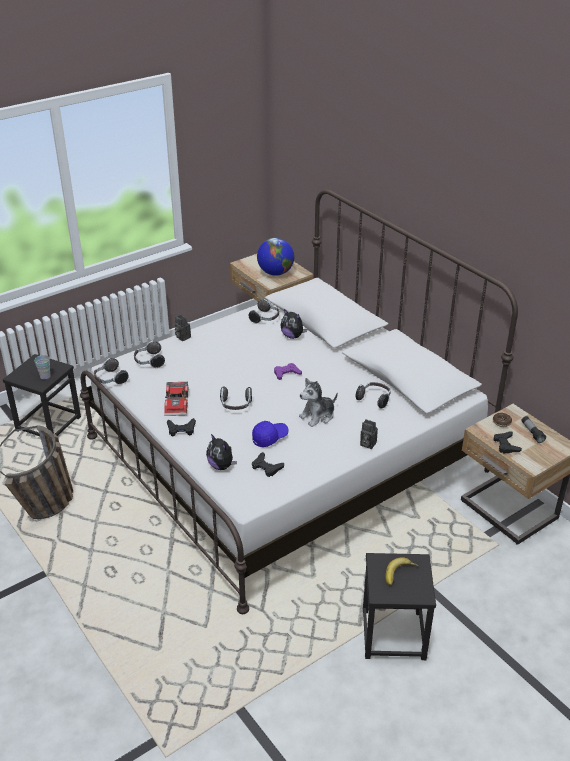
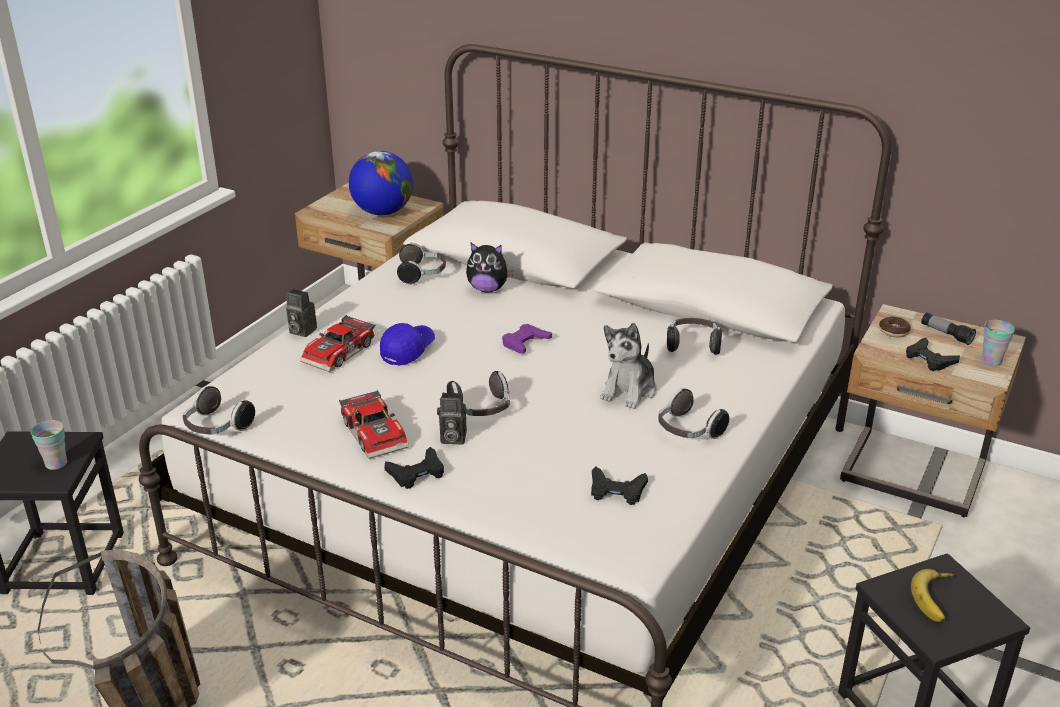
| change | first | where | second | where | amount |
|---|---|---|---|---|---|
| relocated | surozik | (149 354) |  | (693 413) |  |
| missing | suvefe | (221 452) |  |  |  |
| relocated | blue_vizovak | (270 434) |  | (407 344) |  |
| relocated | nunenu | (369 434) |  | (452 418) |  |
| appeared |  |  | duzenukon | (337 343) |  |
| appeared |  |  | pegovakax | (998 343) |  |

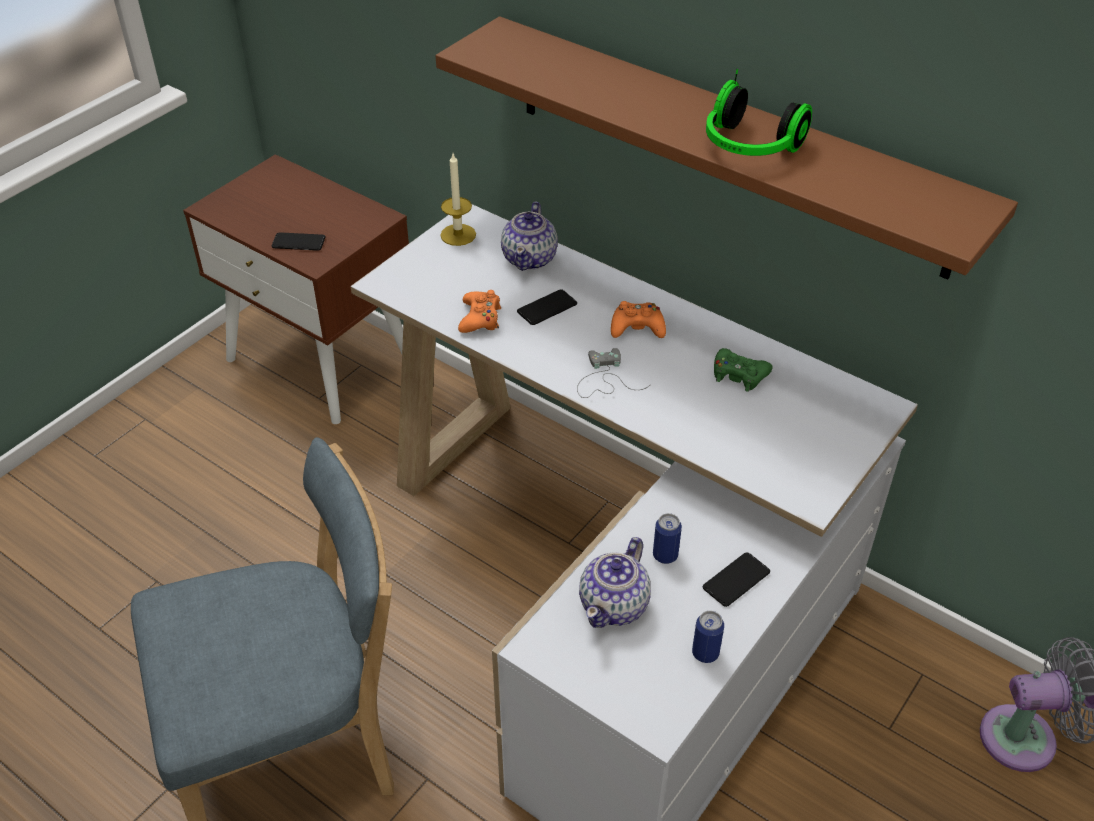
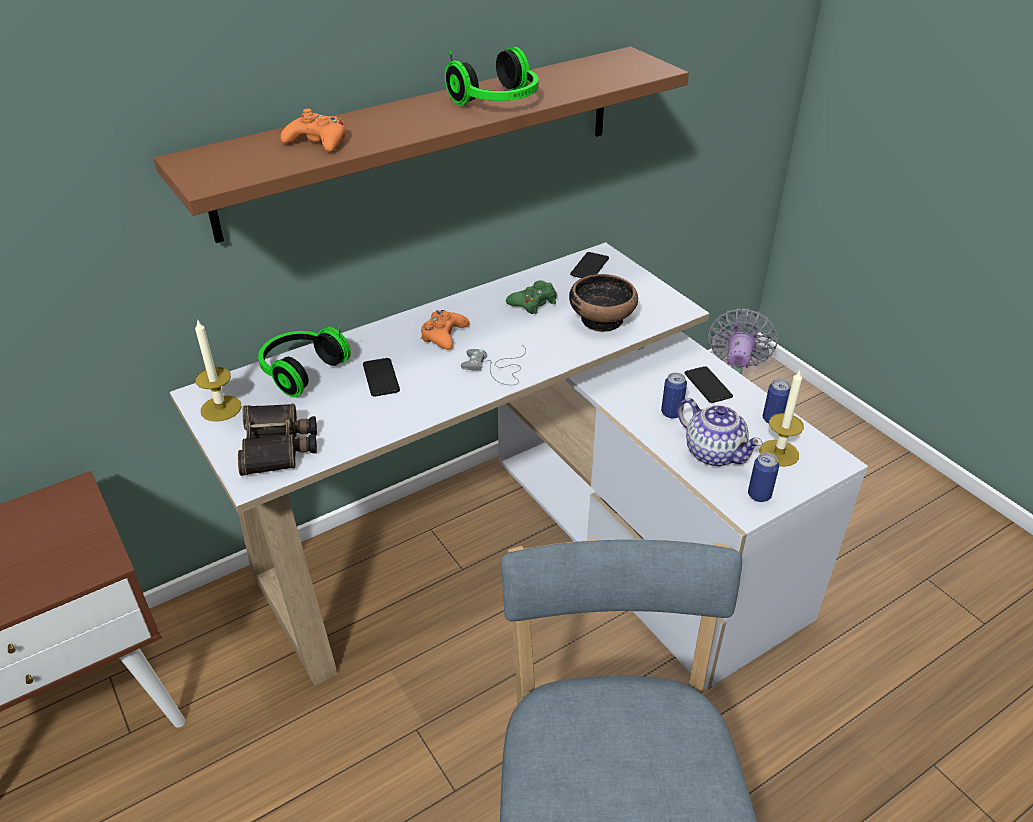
| change | first | where | second | where | amount |
|---|---|---|---|---|---|
| relocated | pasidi | (298 241) |  | (589 265) |  |
| relocated | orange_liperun | (479 311) |  | (313 130) |  |
| exchanged | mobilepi | (529 236) | surozik | (304 361) |  |
| appeared |  |  | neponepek | (277 439) |  |
| appeared |  |  | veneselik | (603 303) |  |
| appeared |  |  | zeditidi | (763 477) |  |
| appeared |  |  | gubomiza | (782 418) |  |

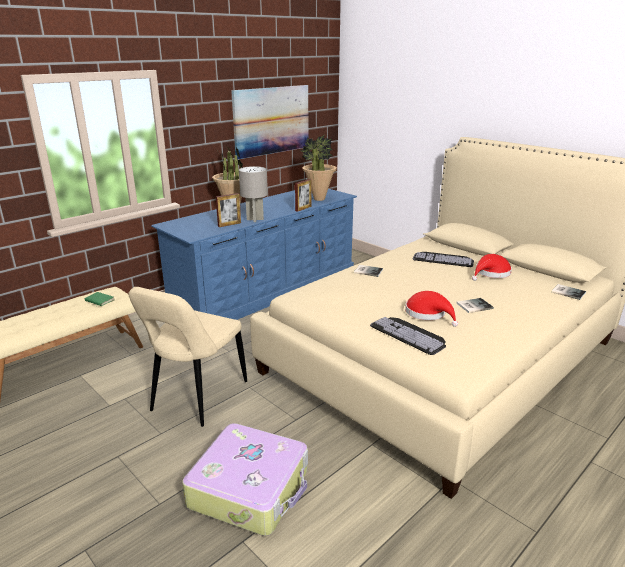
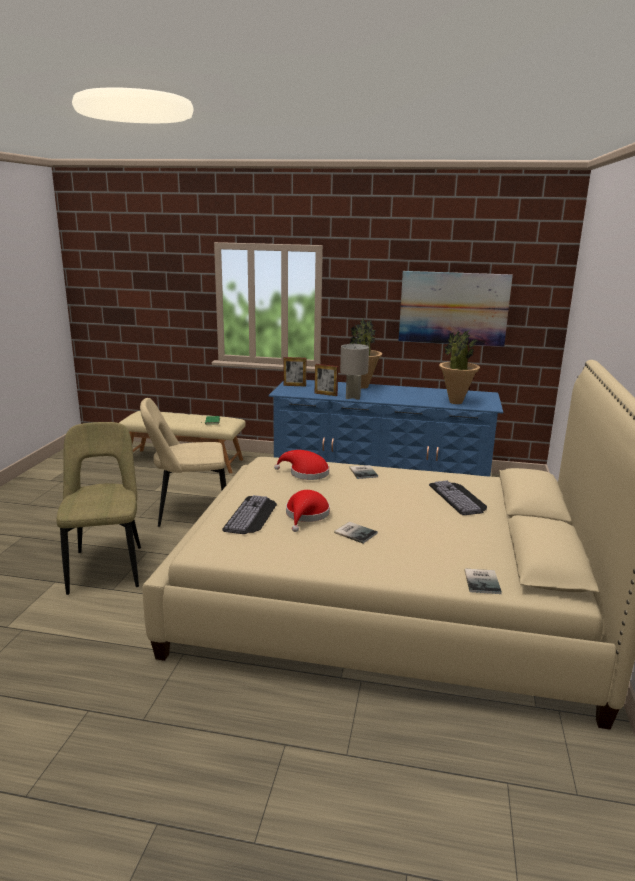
| change | first | where | second | where | amount |
|---|---|---|---|---|---|
| exchanged | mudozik | (245 479) | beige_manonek | (98 508) |  |
| relocated | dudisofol | (303 195) |  | (295 372) |  |
| relocated | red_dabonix | (492 267) |  | (301 465) |  |

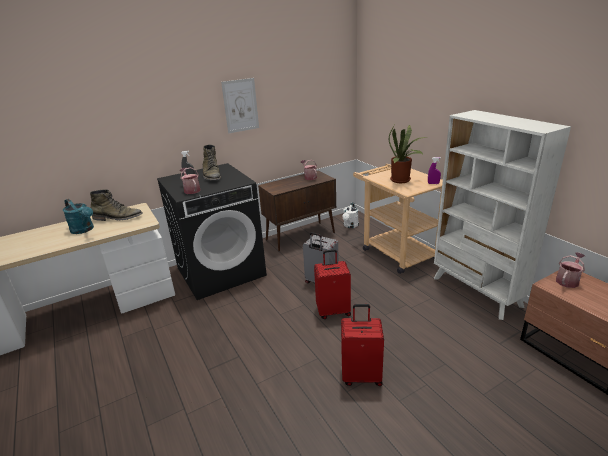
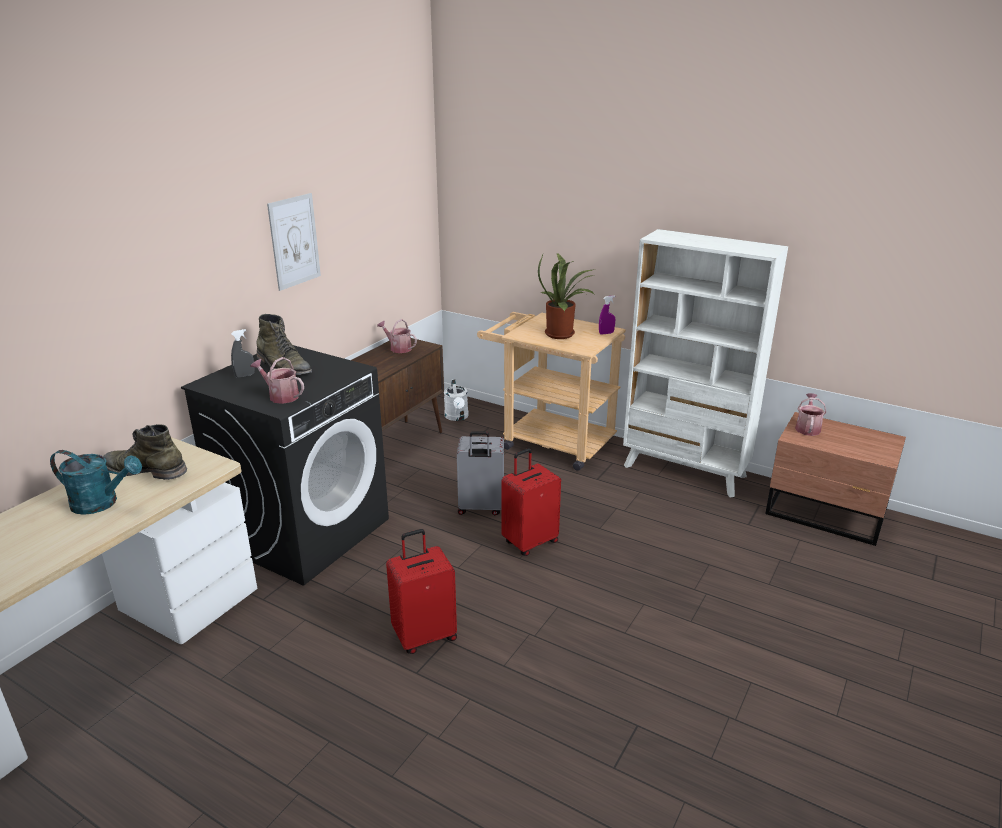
| change | first | where | second | where | amount |
|---|---|---|---|---|---|
| spun | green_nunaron | (116 205) |  | (145 452) | 135 degrees counterclockwise |
| relocated | red_mudozik | (362 345) |  | (421 591) |  |

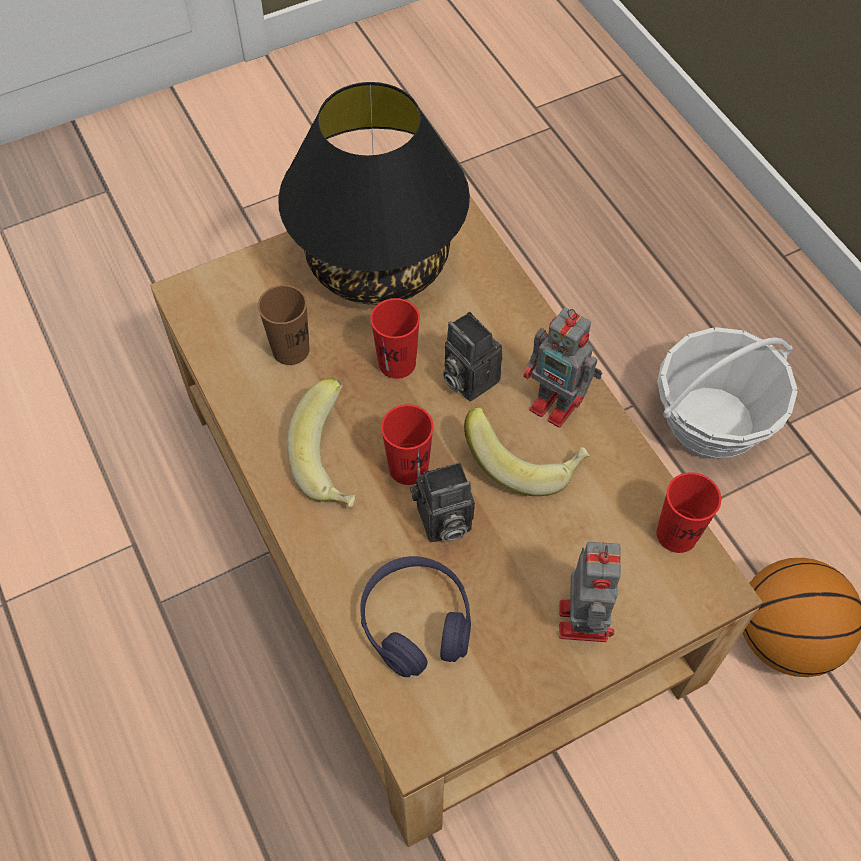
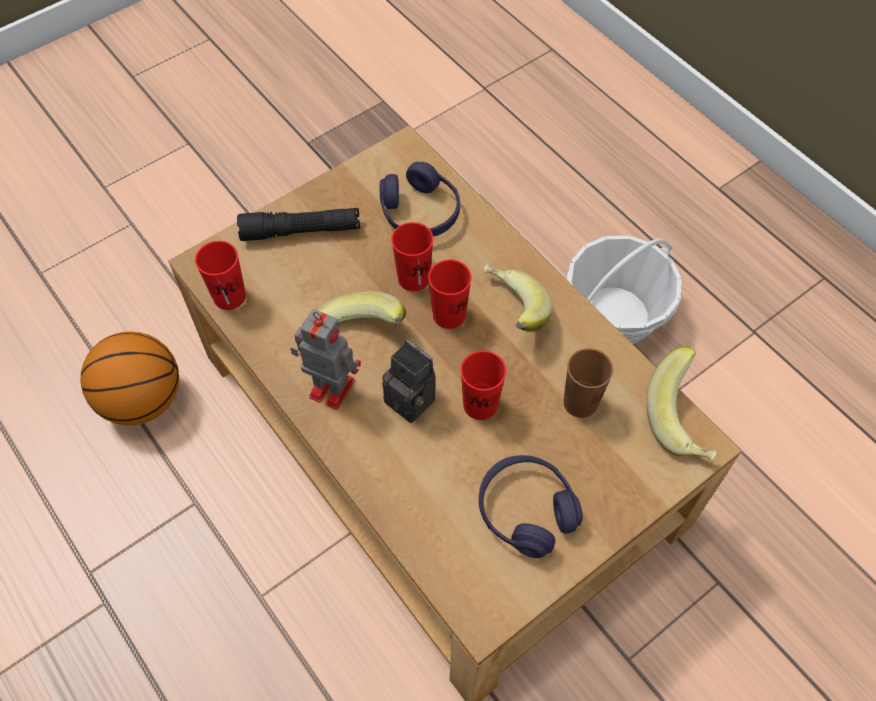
| change | first | where | second | where | amount |
|---|---|---|---|---|---|
| exchanged | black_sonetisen | (374 193) | purple_surozik | (531 506) |  |
| exchanged | nunenu | (442 502) | red_pegovakax | (412 256) |  |
| exchanged | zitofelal | (590 592) | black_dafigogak | (298 224) |  |
| relocated | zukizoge | (727 393) |  | (624 290) |  |
| appeared |  |  | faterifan | (681 403) |  |

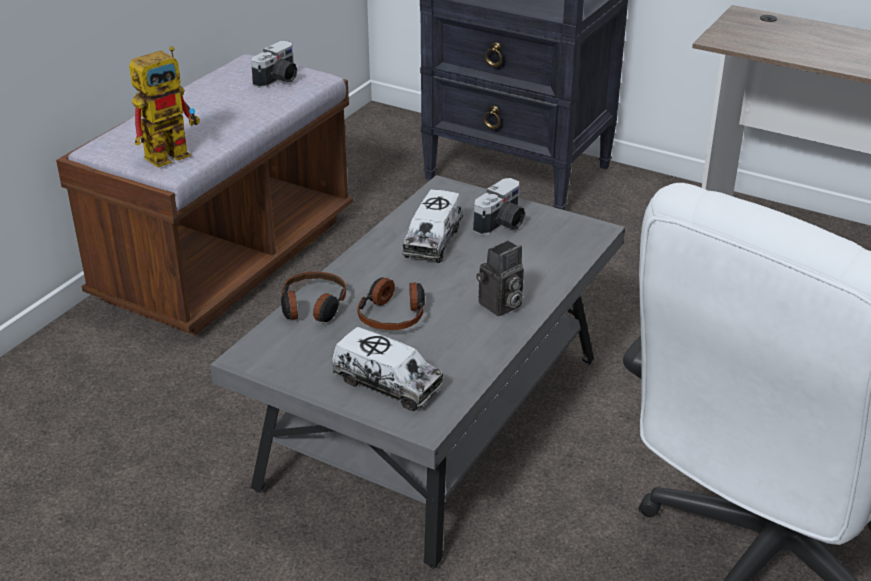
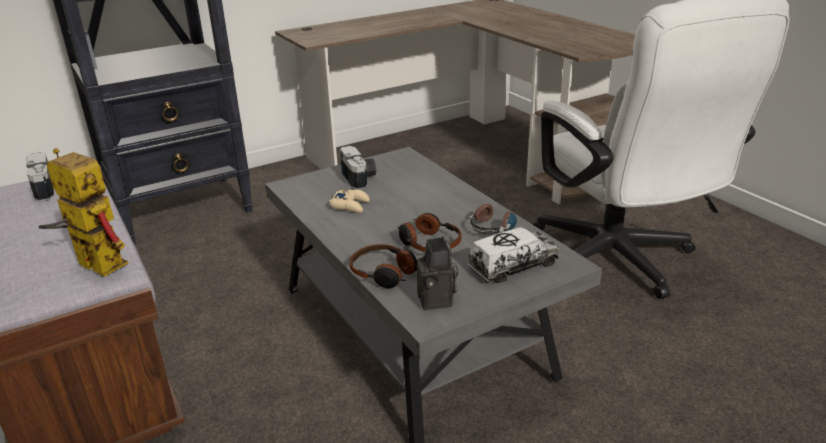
| change | first | where | second | where | amount |
|---|---|---|---|---|---|
| spun | zitofelal | (164 106) |  | (83 212) | 45 degrees counterclockwise |
| exchanged | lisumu | (432 226) | beige_liperun | (349 201) |  |
| relocated | nunenu | (500 278) |  | (437 272) |  |
| appeared |  |  | surozik | (493 218) |  |

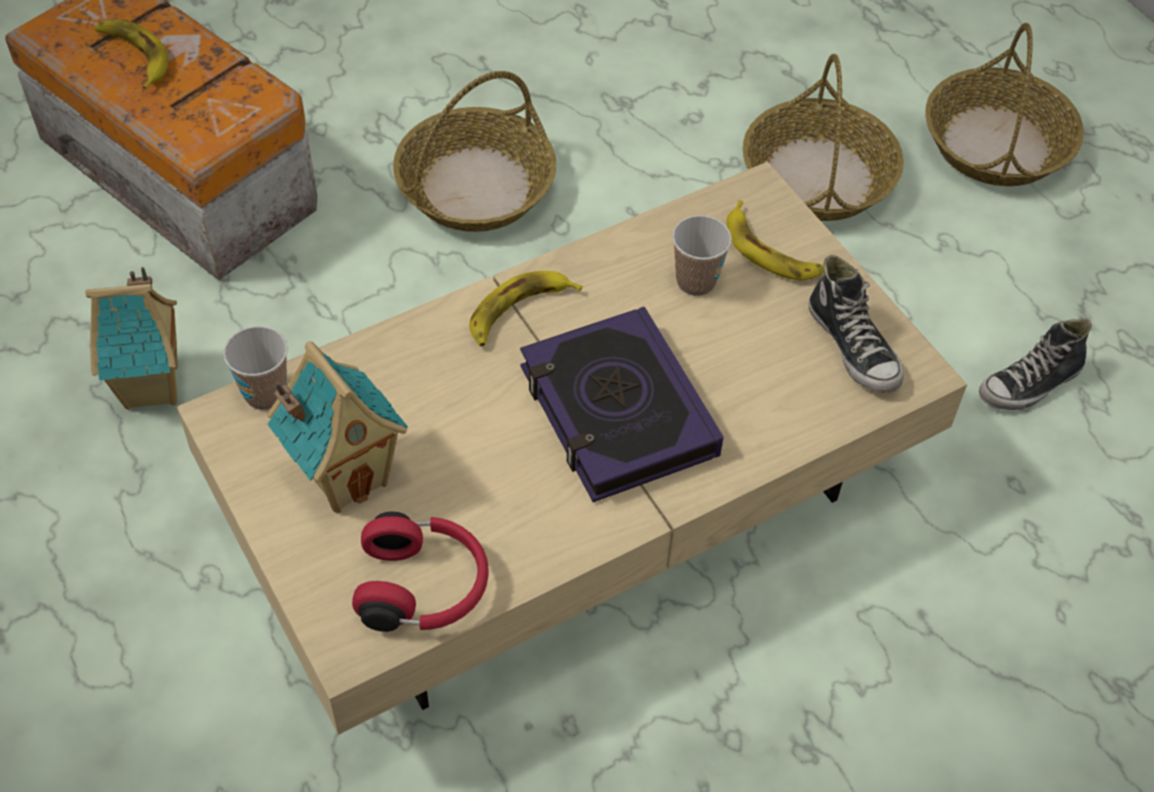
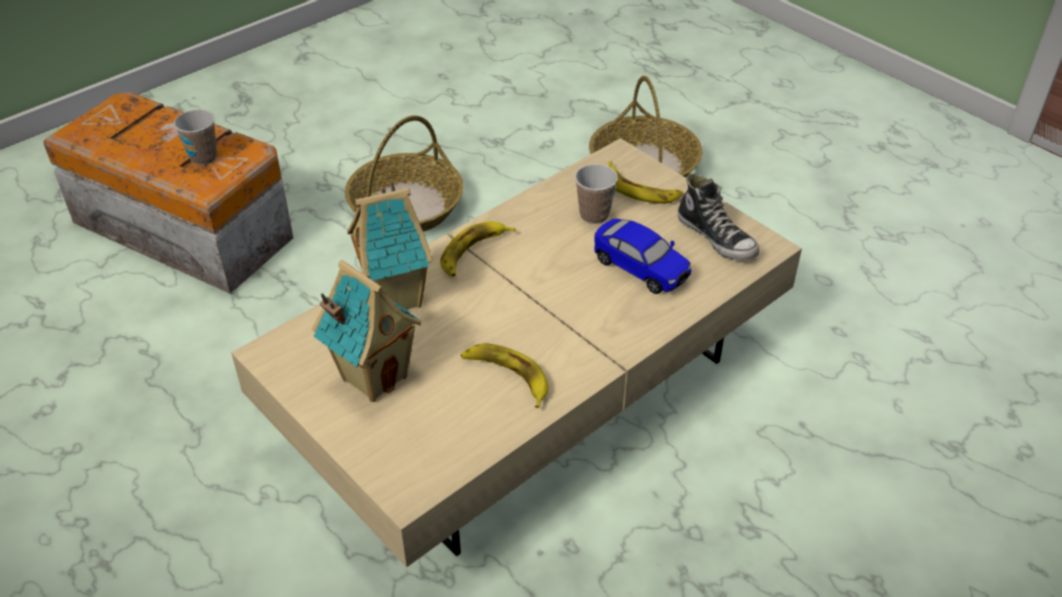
| change | first | where | second | where | amount |
|---|---|---|---|---|---|
| relocated | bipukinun | (131 338) |  | (390 245) |  |
| relocated | faterifan | (131 54) |  | (504 375) |  |
| relocated | pegovakax | (255 368) |  | (195 137) |  |
| missing | red_surozik | (420 571) |  |  |  |
| missing | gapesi | (622 404) |  |  |  |
| missing | zukizoge | (1004 104) |  |  |  |
| missing | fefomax | (1035 364) |  |  |  |
| appeared |  |  | duzenukon | (642 256) |  |

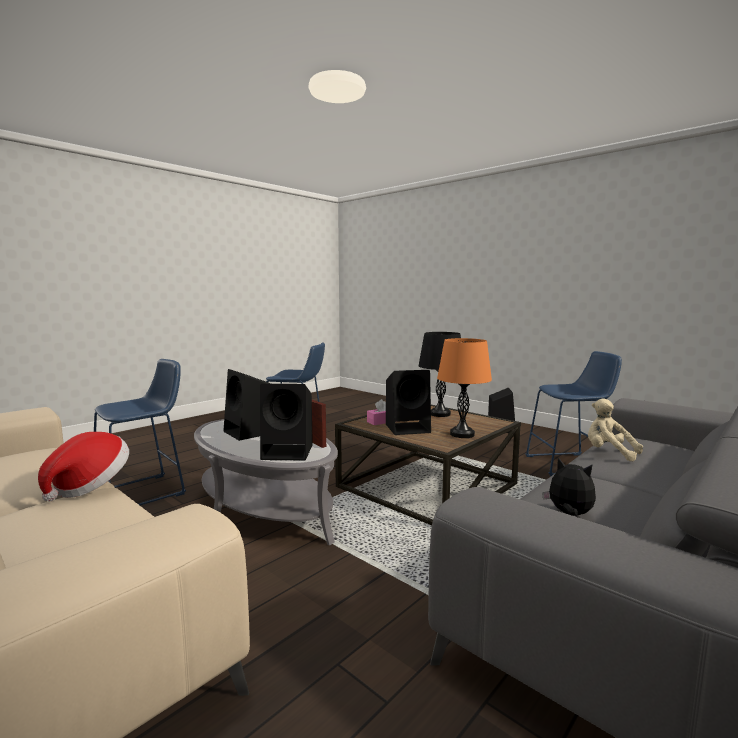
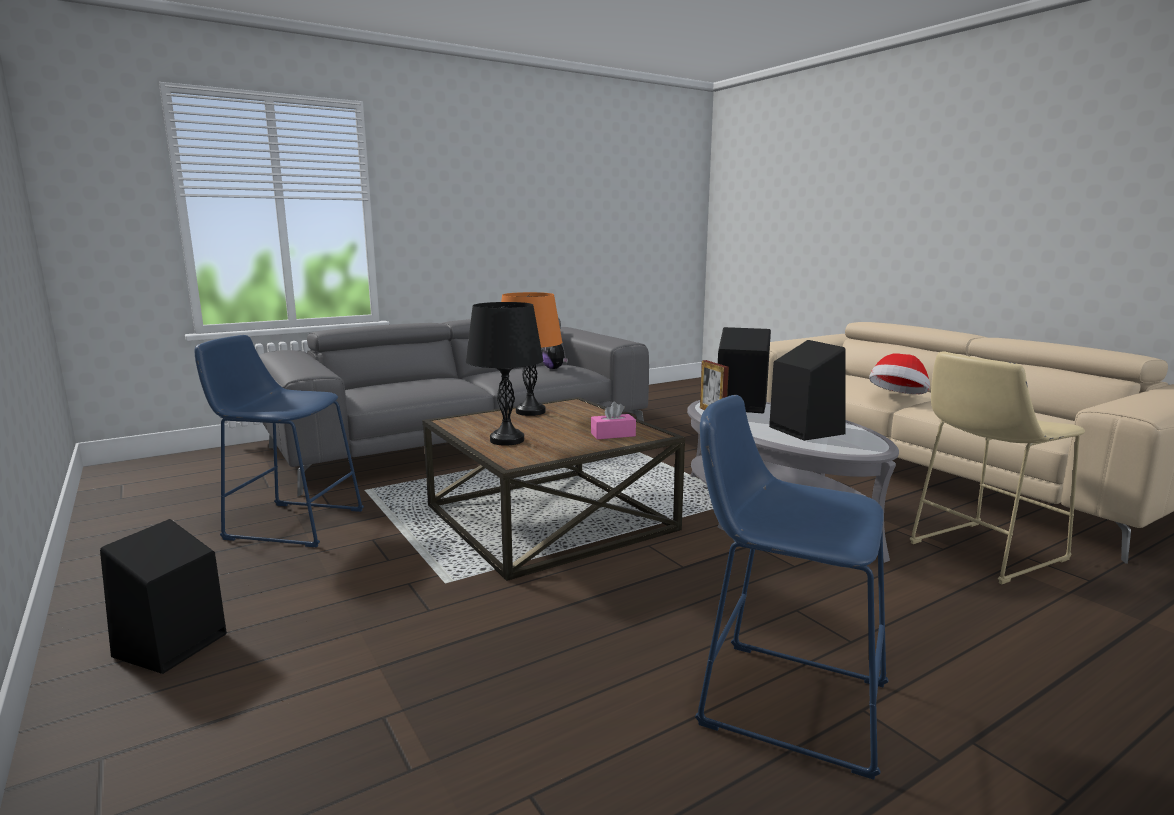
| change | first | where | second | where | amount |
|---|---|---|---|---|---|
| colour | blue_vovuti | (140 432) | beige_vovuti | (997 467) |  |
| missing | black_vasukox | (408 402) |  |  |  |
| missing | beige_suvefe | (615 429) |  |  |  |

